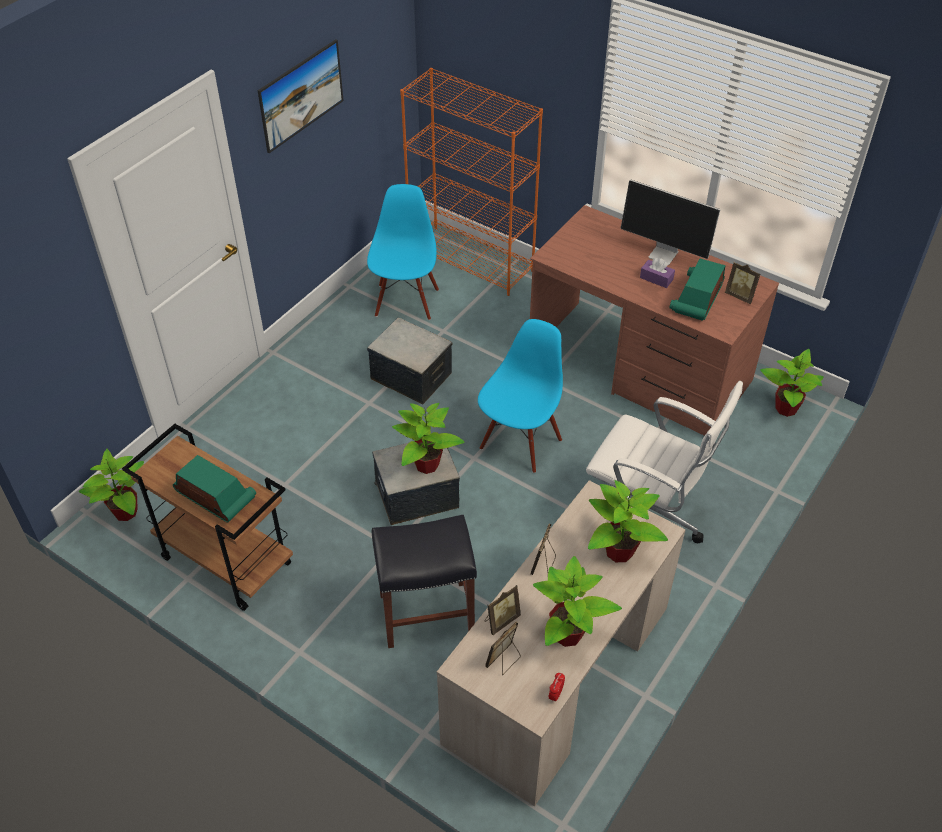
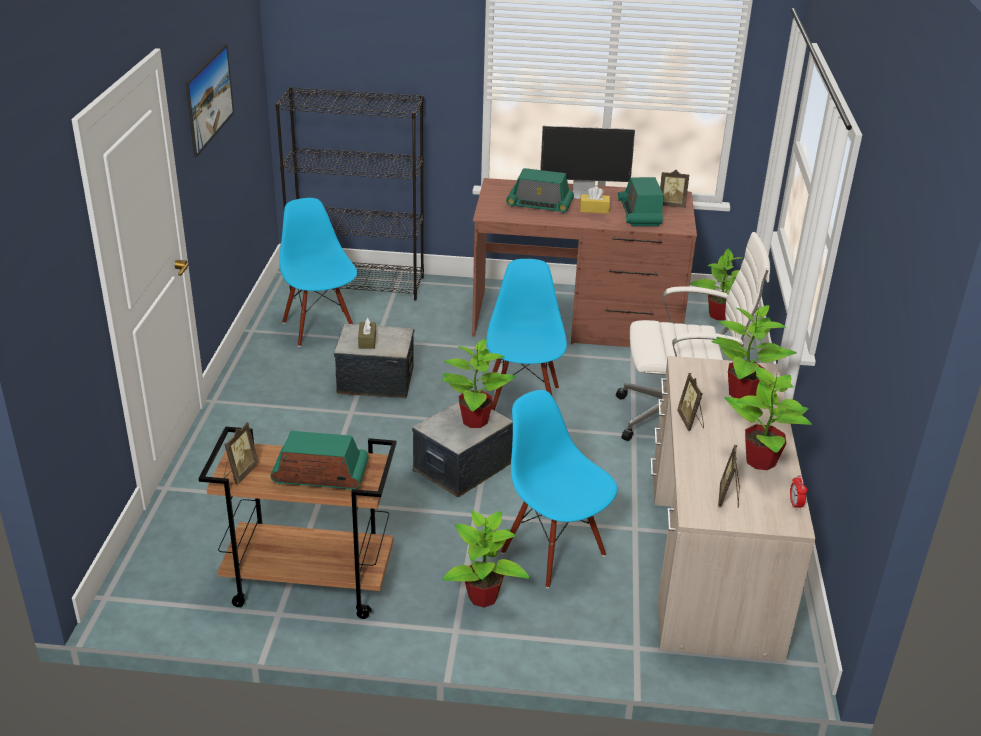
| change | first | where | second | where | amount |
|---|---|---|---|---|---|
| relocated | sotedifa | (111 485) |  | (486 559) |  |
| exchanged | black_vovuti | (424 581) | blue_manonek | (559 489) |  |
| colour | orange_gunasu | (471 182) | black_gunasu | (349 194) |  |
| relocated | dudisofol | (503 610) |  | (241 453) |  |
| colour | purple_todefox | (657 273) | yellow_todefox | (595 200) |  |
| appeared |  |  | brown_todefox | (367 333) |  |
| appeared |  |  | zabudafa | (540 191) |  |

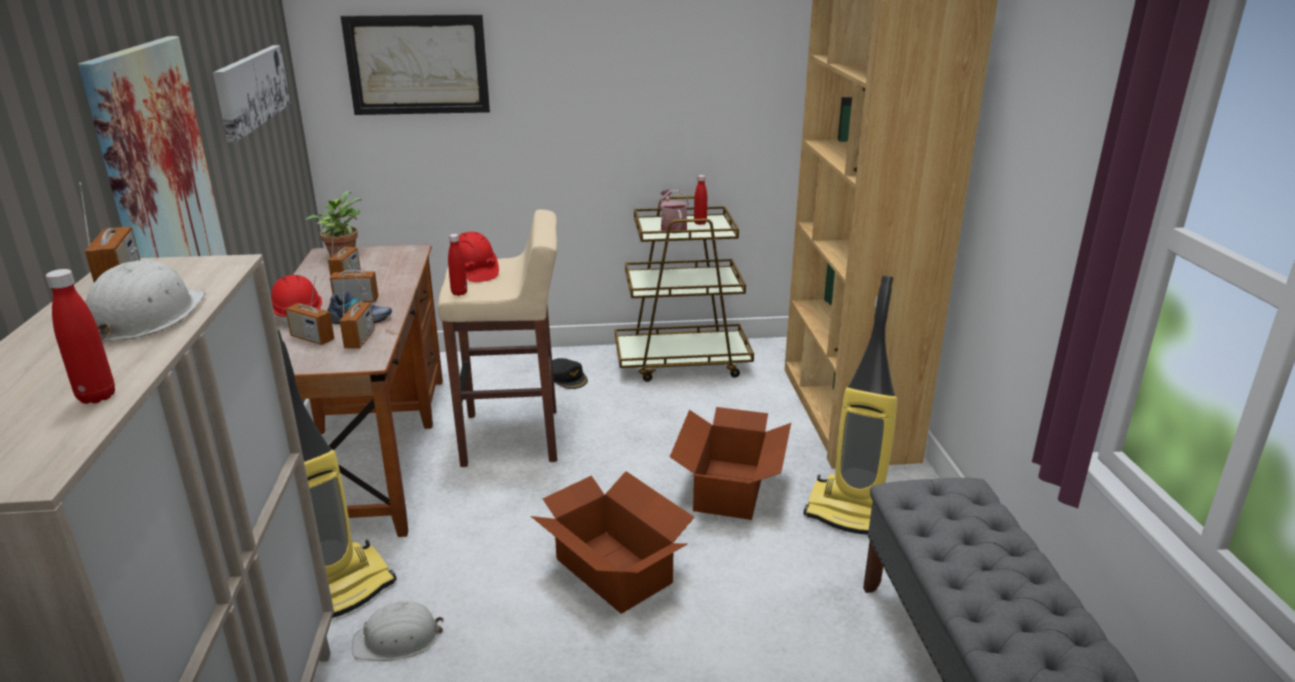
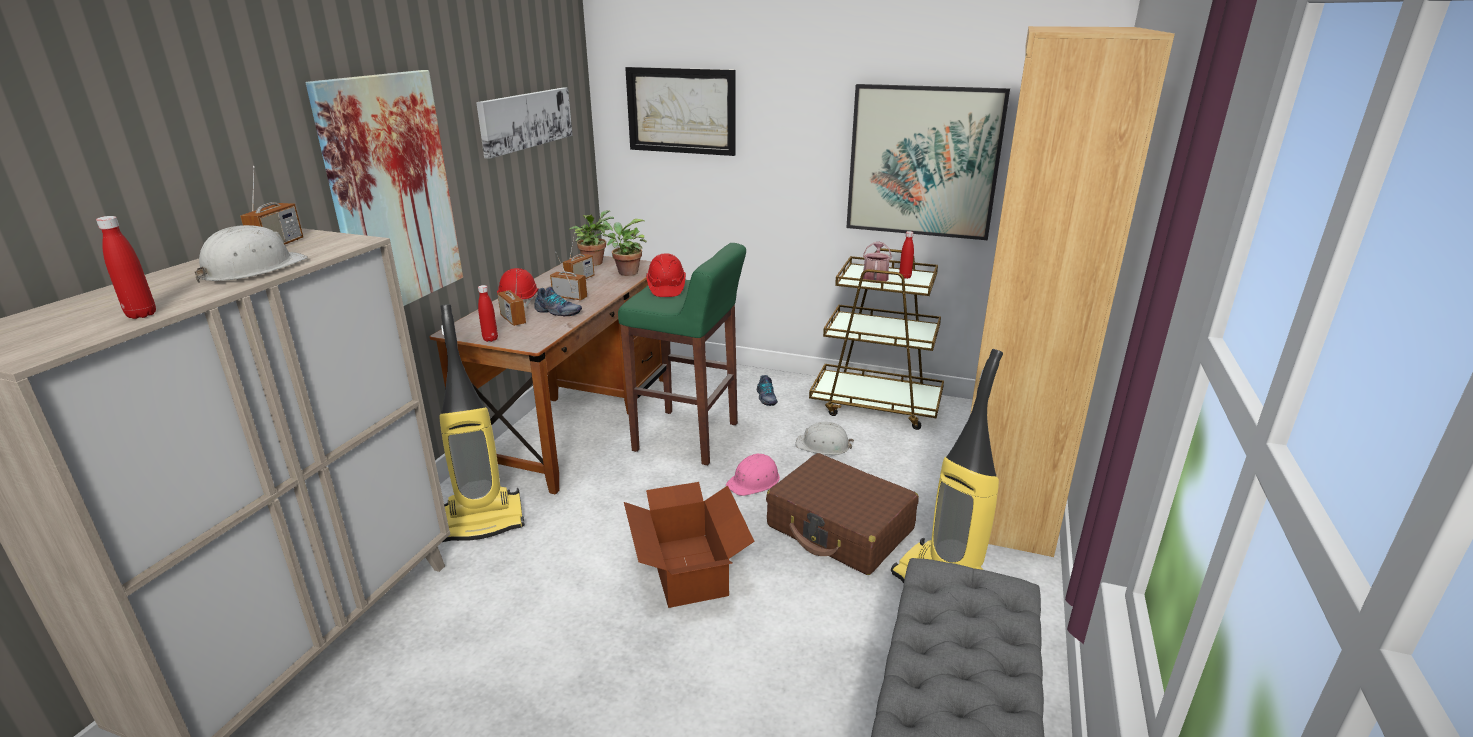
| change | first | where | second | where | amount |
|---|---|---|---|---|---|
| missing | zabudafa | (357 312) |  |  |  |
| relocated | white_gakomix | (397 631) |  | (824 438) |  |
| colour | beige_vovuti | (497 338) | green_vovuti | (682 354) |  |
| relocated | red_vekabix | (457 265) |  | (488 313) |  |
| exchanged | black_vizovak | (570 373) | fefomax | (767 390) |  |
| exchanged | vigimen | (730 463) | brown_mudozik | (842 514) |  |
| appeared |  |  | sotedifa | (624 247) |  |
| appeared |  |  | pink_gakomix | (753 475) |  |
| appeared |  |  | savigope | (928 162) |  |

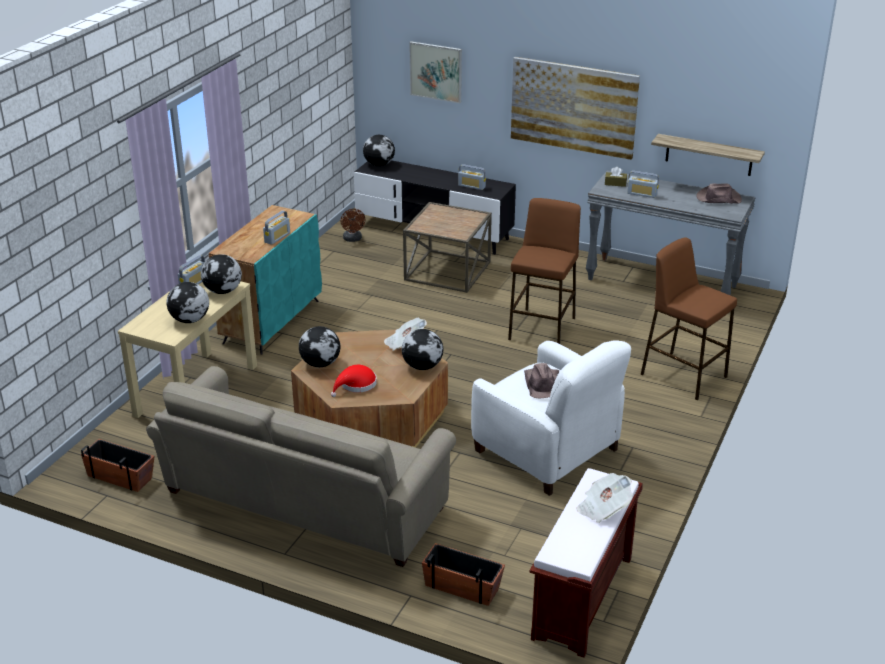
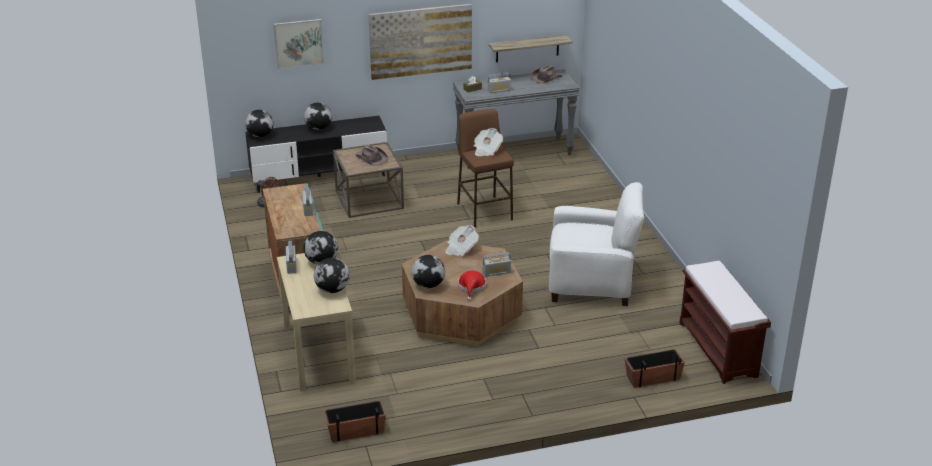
| change | first | where | second | where | amount |
|---|---|---|---|---|---|
| missing | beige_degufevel | (301 466) |  |  |  |
| relocated | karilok | (422 349) |  | (318 116) |  |
| relocated | zabudafa | (472 177) |  | (497 264) |  |
| relocated | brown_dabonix | (541 380) |  | (371 155) |  |
| relocated | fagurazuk | (604 498) |  | (488 142) |  |
| missing | brown_vovuti | (689 318) |  |  |  |

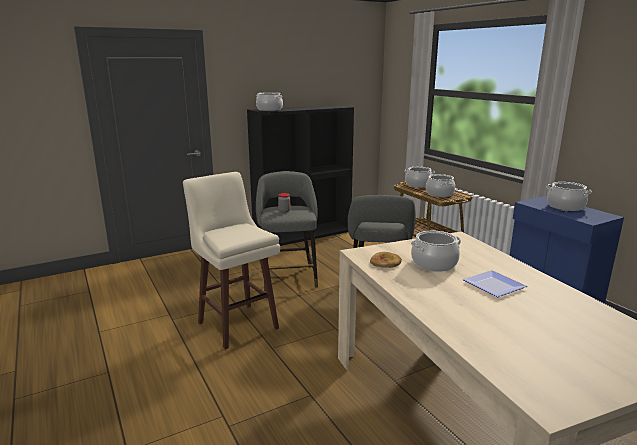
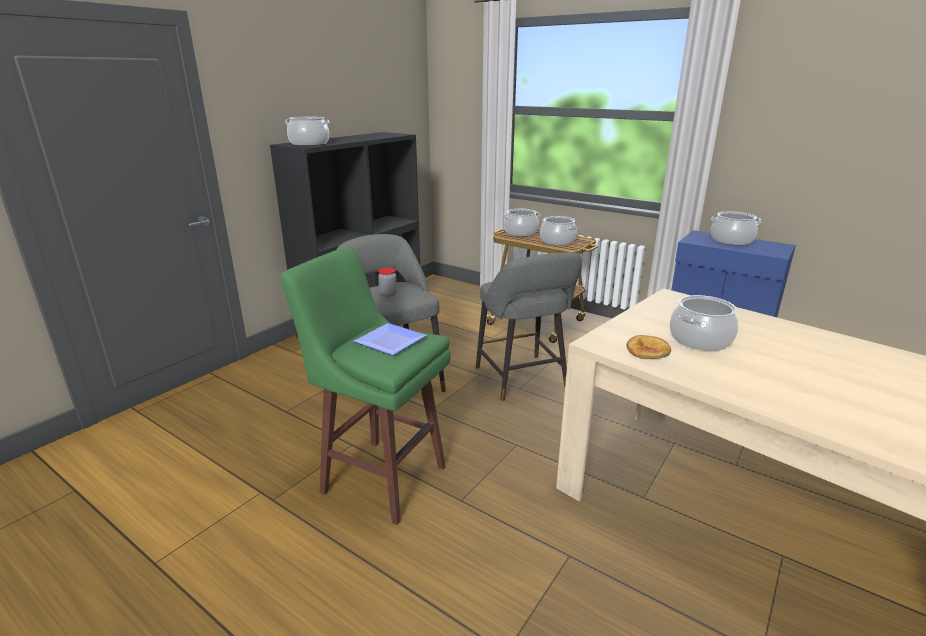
| change | first | where | second | where | amount |
|---|---|---|---|---|---|
| colour | beige_vovuti | (231 260) | green_vovuti | (365 386) |  |
| relocated | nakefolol | (495 283) |  | (389 339) |  |

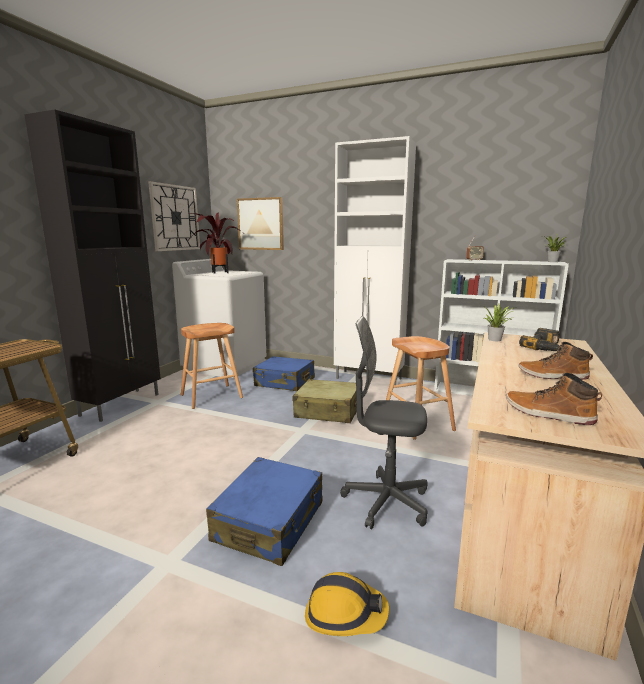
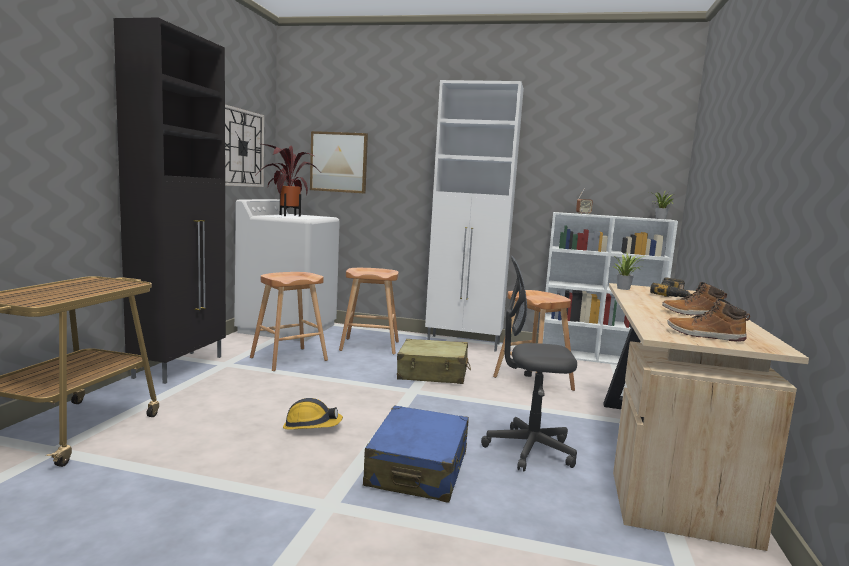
| change | first | where | second | where | amount |
|---|---|---|---|---|---|
| exchanged | blue_mudozik | (284 373) | brown_vovuti | (369 311) |  |
| relocated | gakomix | (347 604) |  | (313 413) |  |

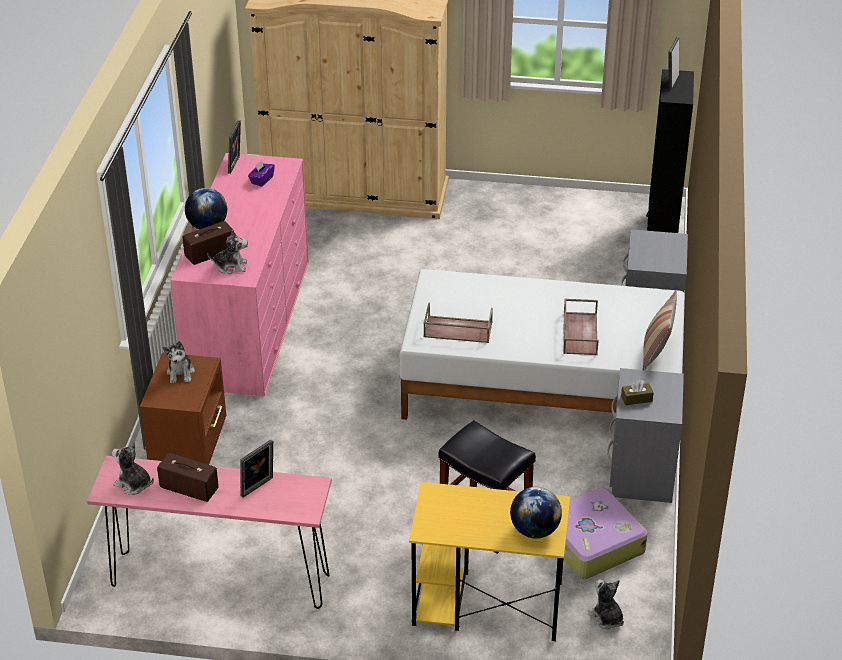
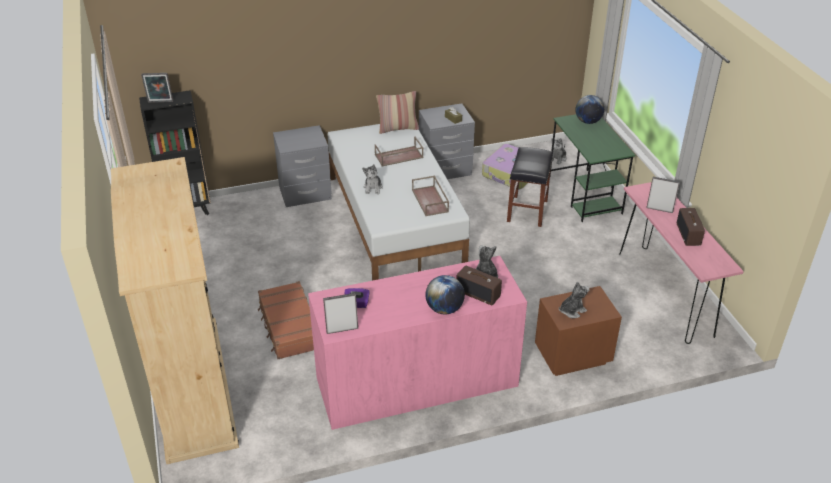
| change | first | where | second | where | amount |
|---|---|---|---|---|---|
| relocated | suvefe | (133 468) |  | (372 179) |  |
| colour | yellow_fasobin | (489 561) | green_fasobin | (592 168) |  |
| appeared |  |  | brown_mudozik | (286 320) |  |

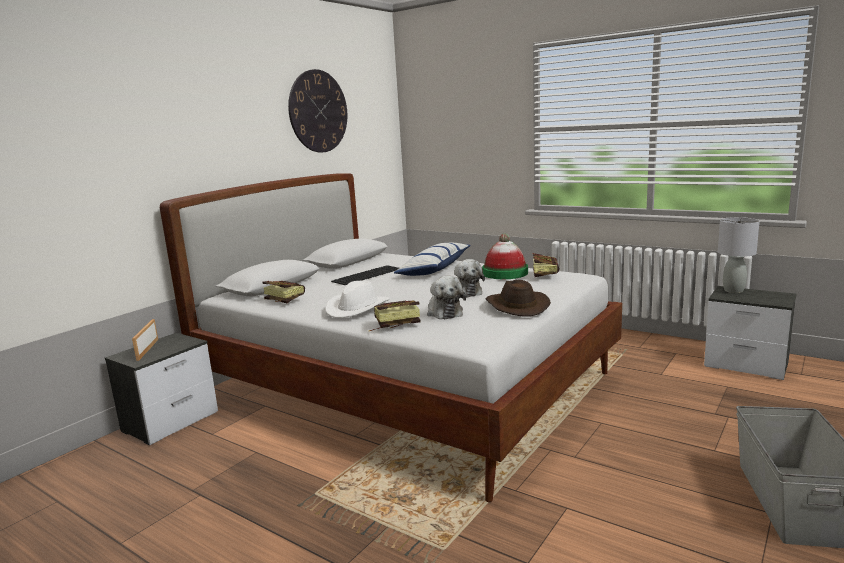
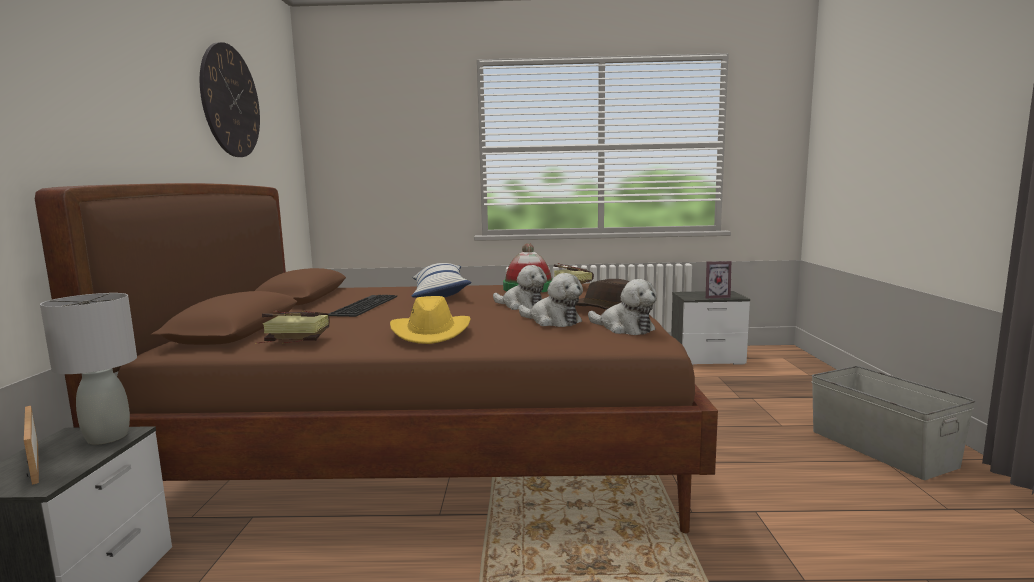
| change | first | where | second | where | amount |
|---|---|---|---|---|---|
| colour | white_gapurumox | (391 337) | brown_gapurumox | (376 358) |  |
| colour | white_dabonix | (357 299) | yellow_dabonix | (430 320) |  |
| missing | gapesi | (395 315) |  |  |  |
| relocated | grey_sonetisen | (739 255) |  | (88 369) |  |
| appeared |  |  | suvefe | (622 307) |  |
| appeared |  |  | dudisofol | (719 280) |  |

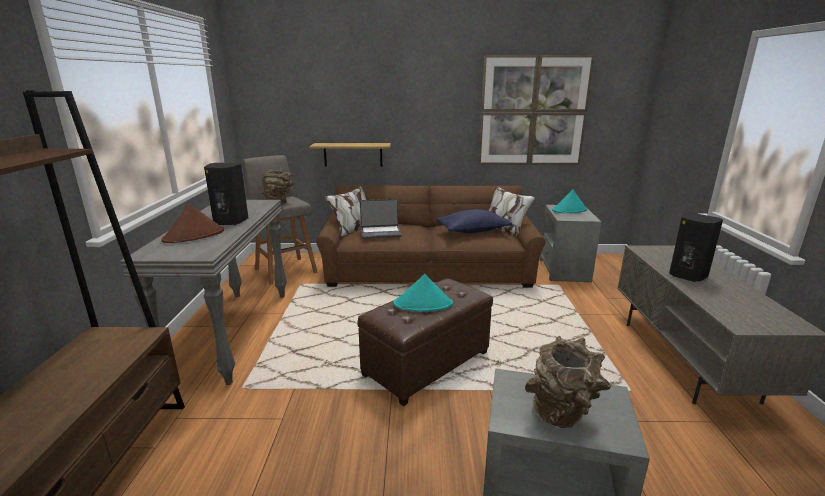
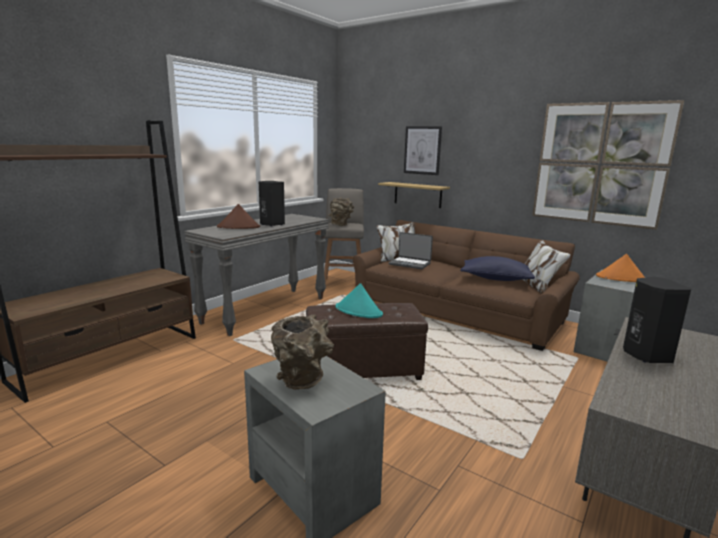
| change | first | where | second | where | amount |
|---|---|---|---|---|---|
| colour | turquoise_dabonix | (569 201) | orange_dabonix | (620 268) |  |
| appeared |  |  | savigope | (423 150) |  |

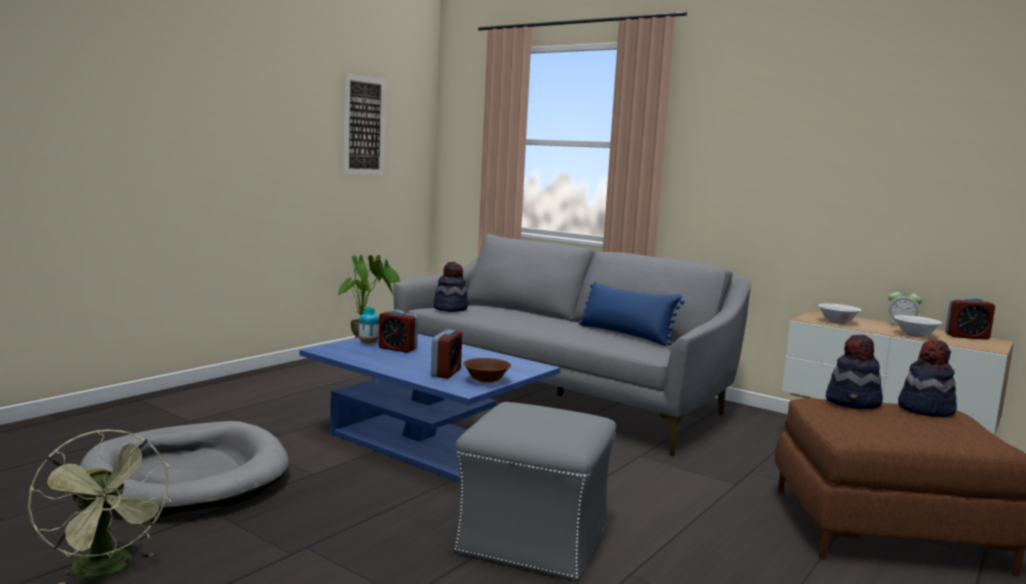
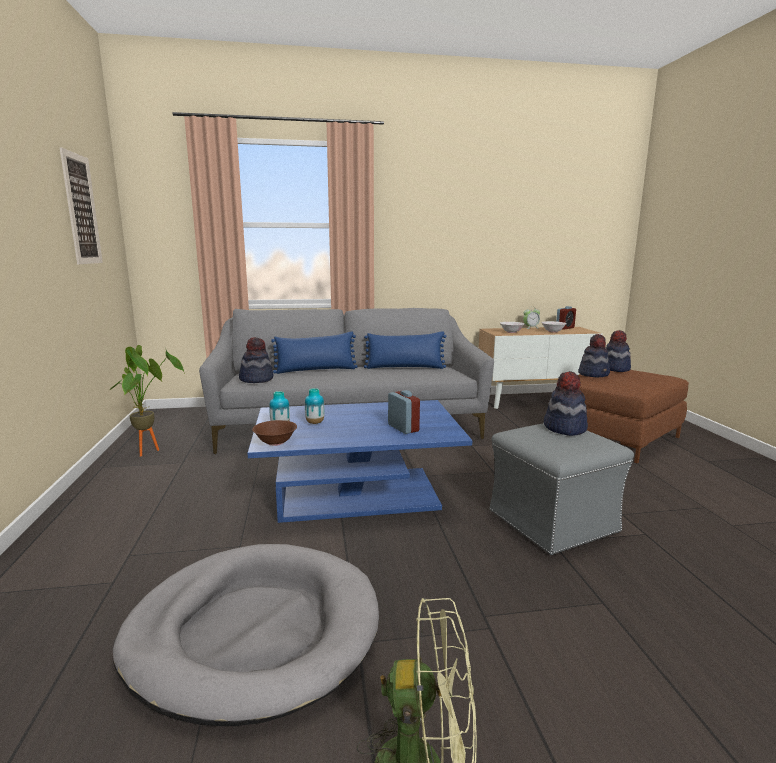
| change | first | where | second | where | amount |
|---|---|---|---|---|---|
| exchanged | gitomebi | (398 331) | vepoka | (314 406) |  |
| relocated | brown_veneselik | (487 371) |  | (274 433) |  |
| appeared |  |  | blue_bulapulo | (314 352) |  |
| appeared |  |  | dabonix | (566 403) |  |

